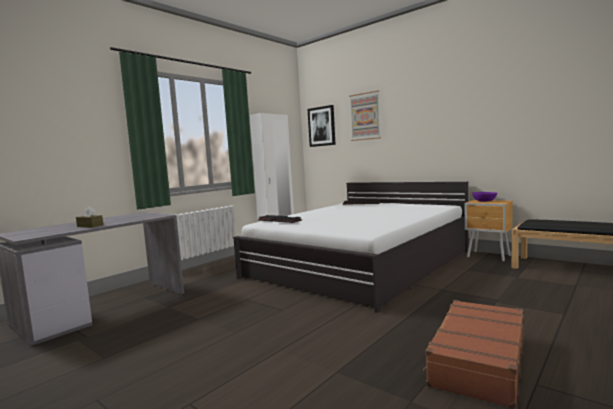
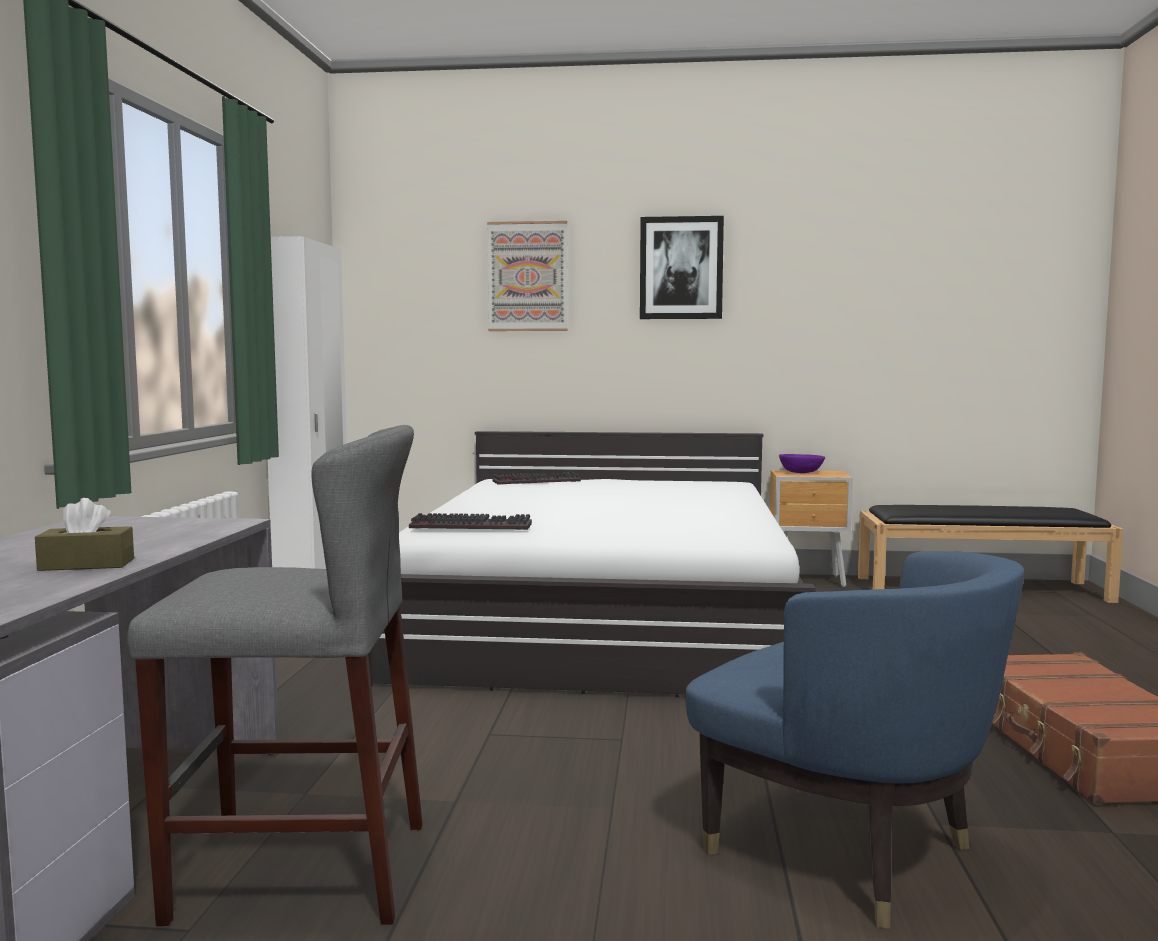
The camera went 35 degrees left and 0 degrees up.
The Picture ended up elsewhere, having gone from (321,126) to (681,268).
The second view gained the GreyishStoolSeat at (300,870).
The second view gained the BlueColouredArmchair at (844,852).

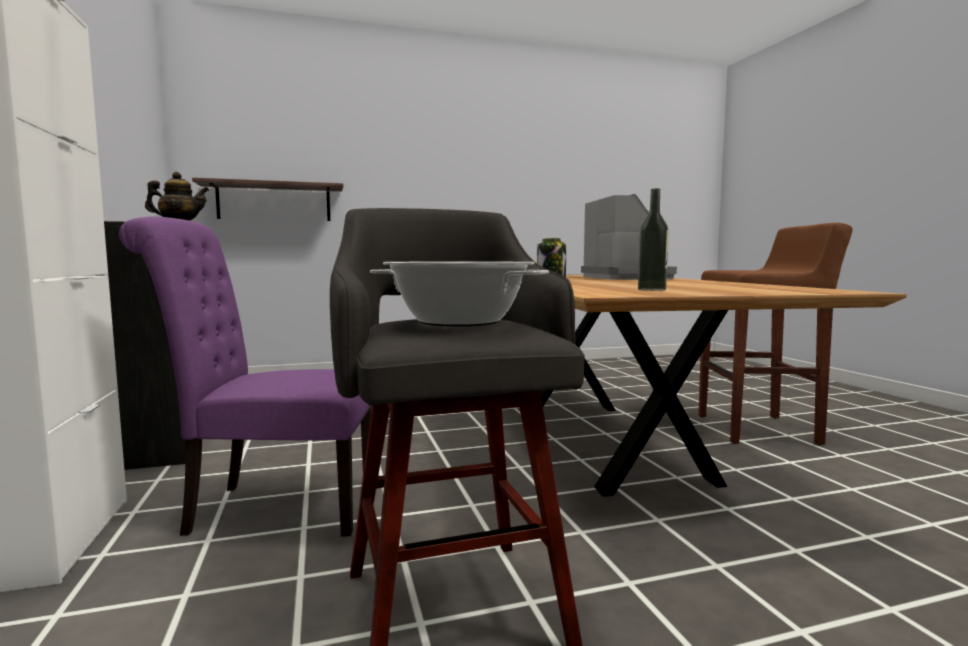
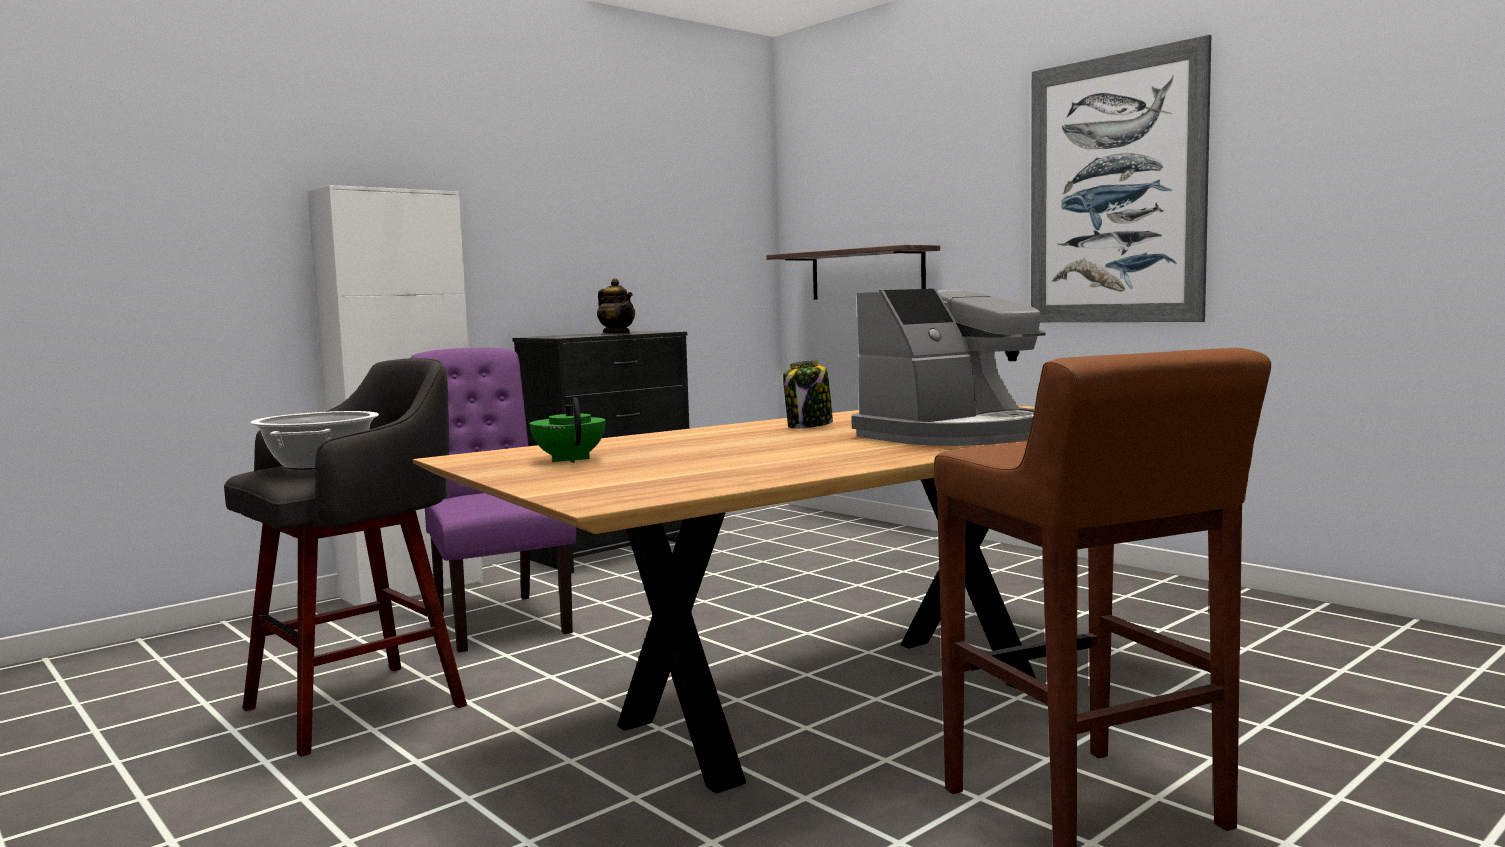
The camera went 65 degrees right and 0 degrees up.
Where the DrinkBottle stood at (651,289), the GreenColouredTeaPot came to stand at (570,460).
The second view gained the Picture at (1115,190).

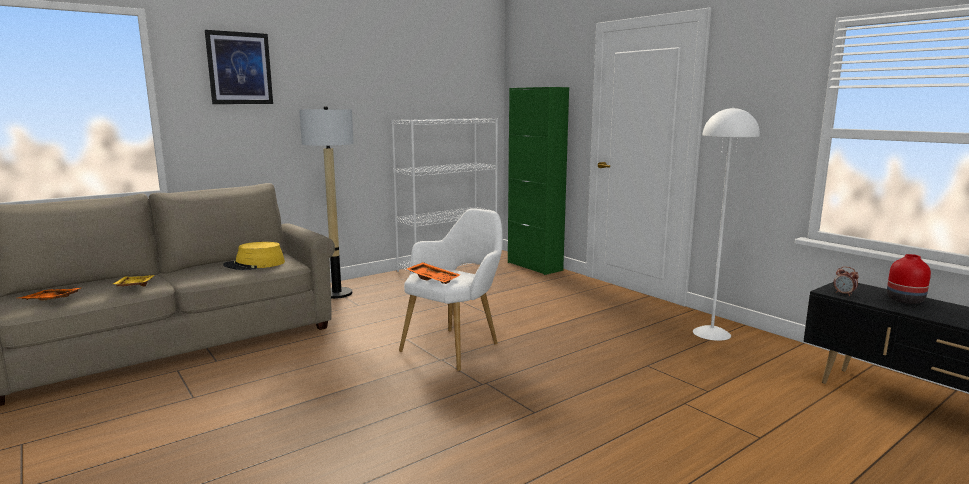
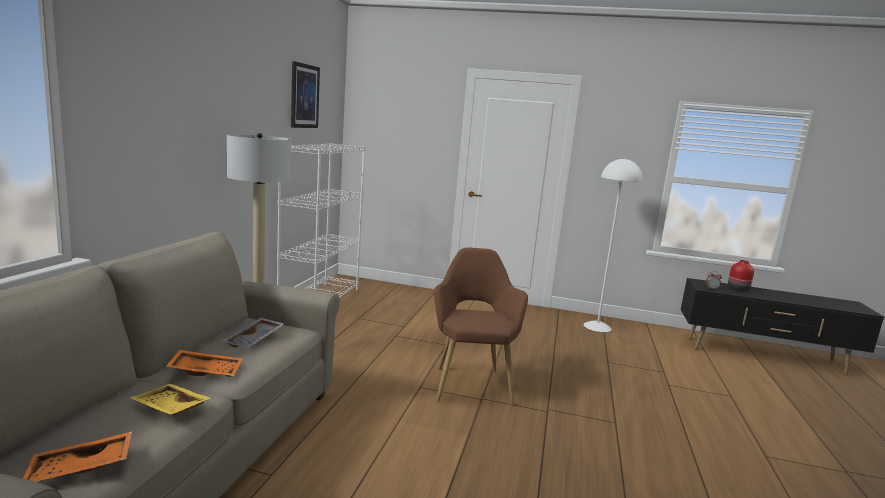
The camera went 40 degrees left and 0 degrees up.
The Picture ended up elsewhere, having gone from (239,68) to (304,96).
The second view lost the GreenColouredStorageCabinet at (534,266).
What was the WhitishArmchair at (456,346) turned into the BrownArmchair at (470,382).
Where the YellowColouredWearableHat stood at (255,264), the GreyishServingTray came to stand at (255,340).
The OrangeyServingTray ended up elsewhere, having gone from (433,278) to (206,370).

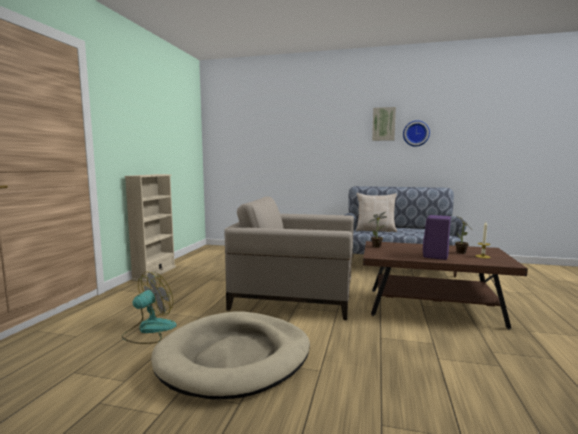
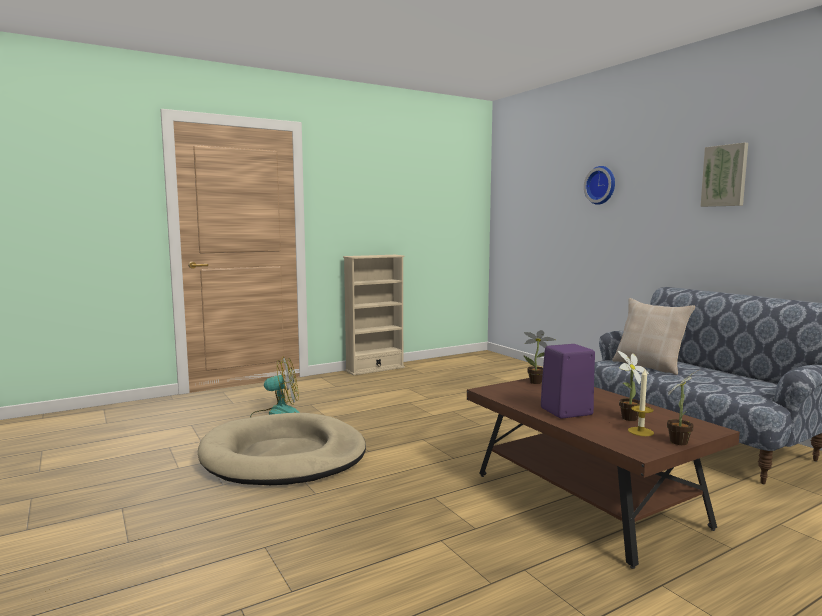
The camera went 45 degrees right and 0 degrees up.
The ClockOnTheWall ended up elsewhere, having gone from (416,133) to (601,185).
The second view lost the SandColouredArmchair at (295,295).
The second view gained the PottedPlant at (680,441).

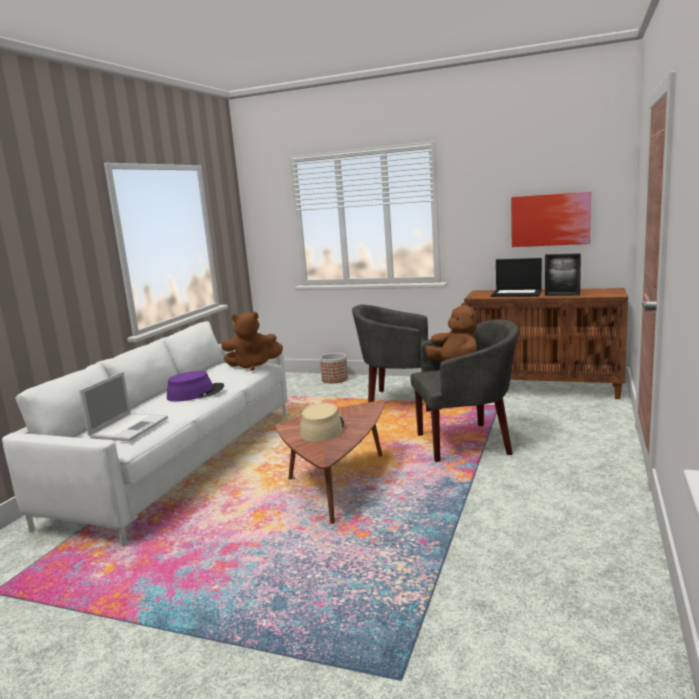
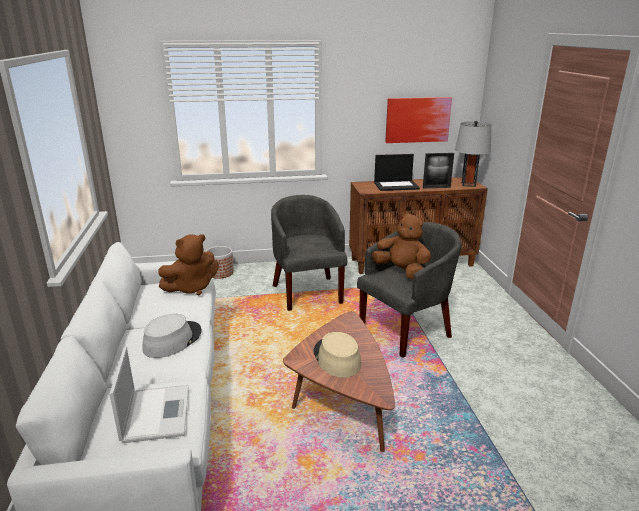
The camera went 30 degrees left and 10 degrees up.
The GreyishArmchair at (399,401) ended up facing another way, 90 degrees clockwise from before.
What was the PurpleColouredWearableHat at (196,393) turned into the GreyishWearableHat at (172,340).
The second view gained the GreyishLampForATable at (468,184).

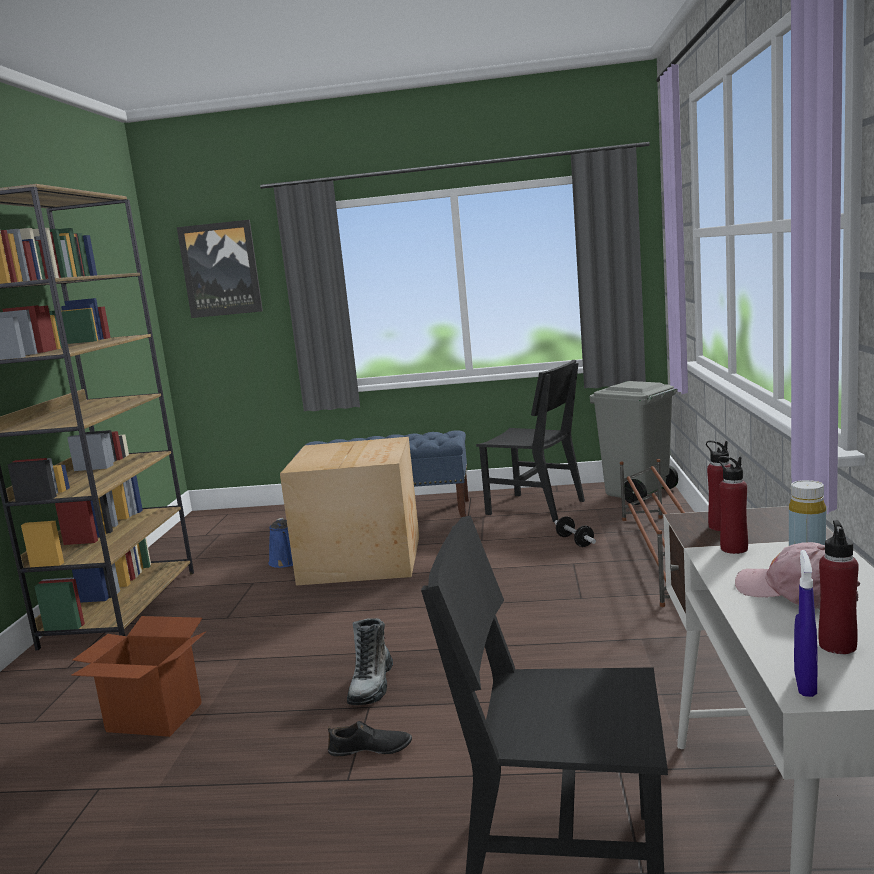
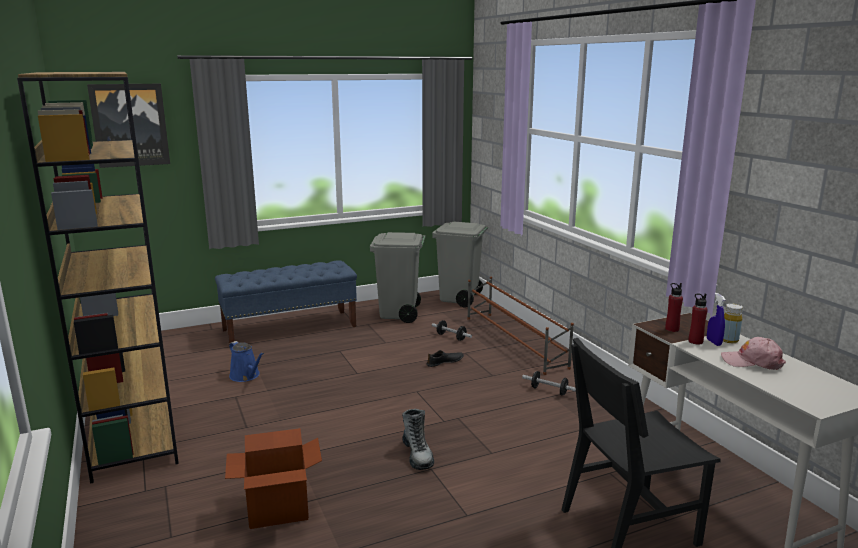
The camera went 30 degrees left and 5 degrees up.
Where the BlackColouredPlainChair stood at (535,507), the GreyishWasteBin came to stand at (399,314).
The second view lost the CardboardBox at (363,558).
The second view lost the RedColouredDrinkBottle at (837,645).
The BlueColouredHandSprayer ended up elsewhere, having gone from (805,685) to (713,342).
The BlackColouredShoe ended up elsewhere, having gone from (370,749) to (445,362).
The second view gained the HandWeight at (549,391).

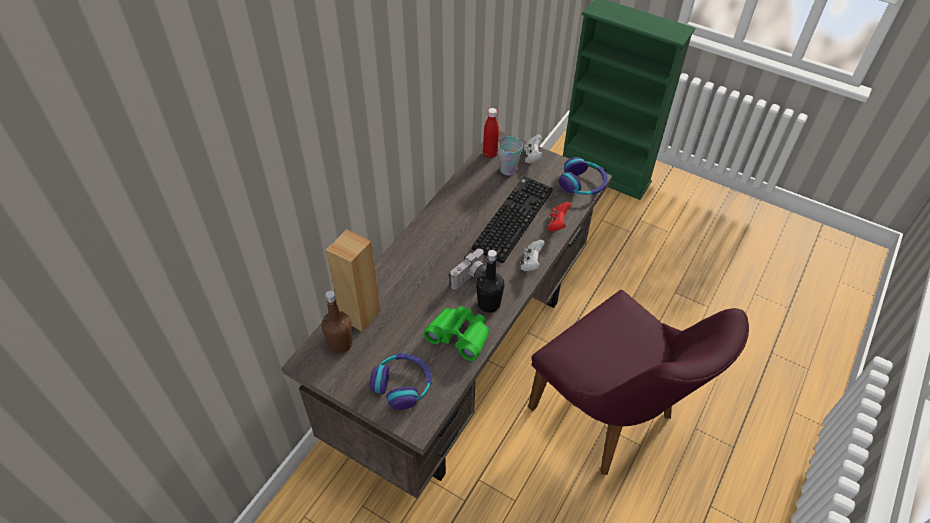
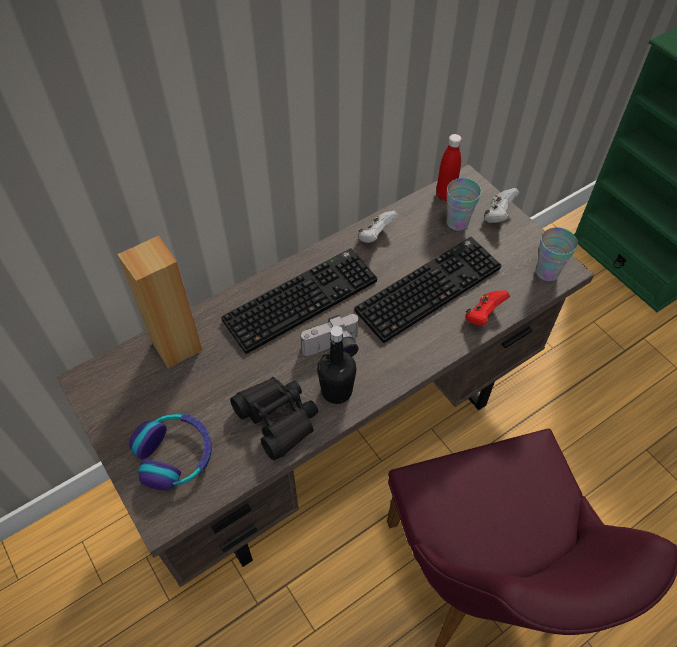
The camera went 25 degrees right and 5 degrees up.
Where the Headset stood at (582,183), the SmallCup came to stand at (547,272).
The WhitishGameController ended up elsewhere, having gone from (531,263) to (376,235).
The second view lost the BrownDrinkBottle at (340,344).
What was the GreenColouredBinoculars at (460,335) turned into the BlackColouredBinoculars at (278,419).
The second view gained the PcKeyboard at (301,298).

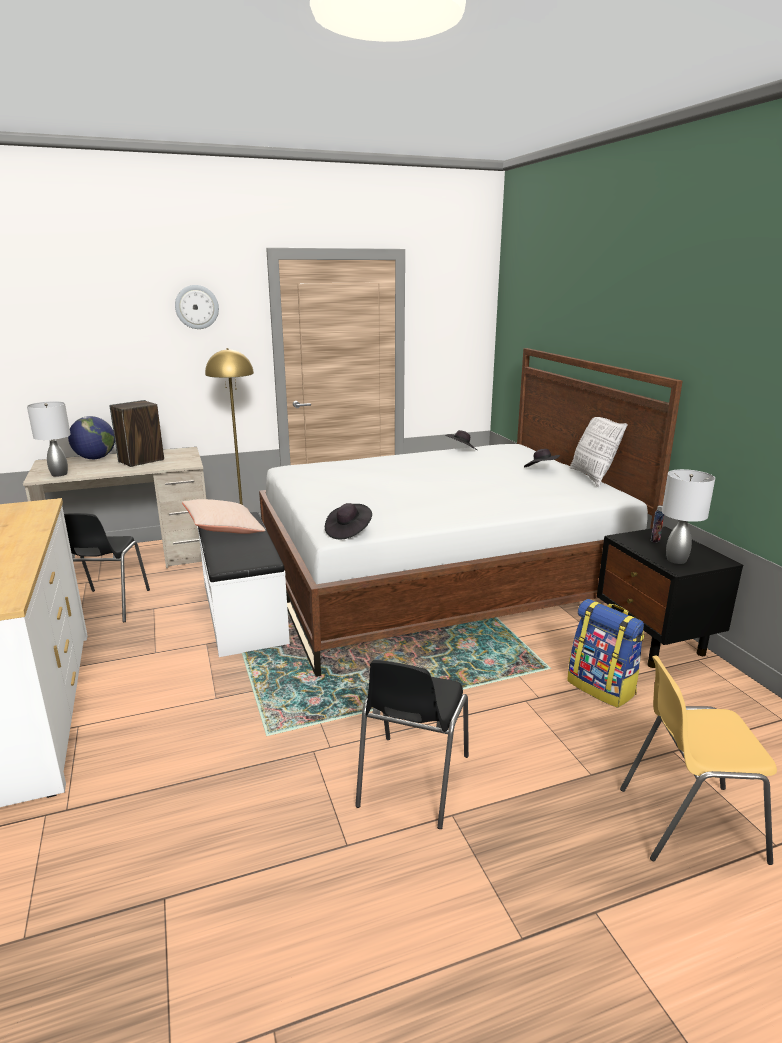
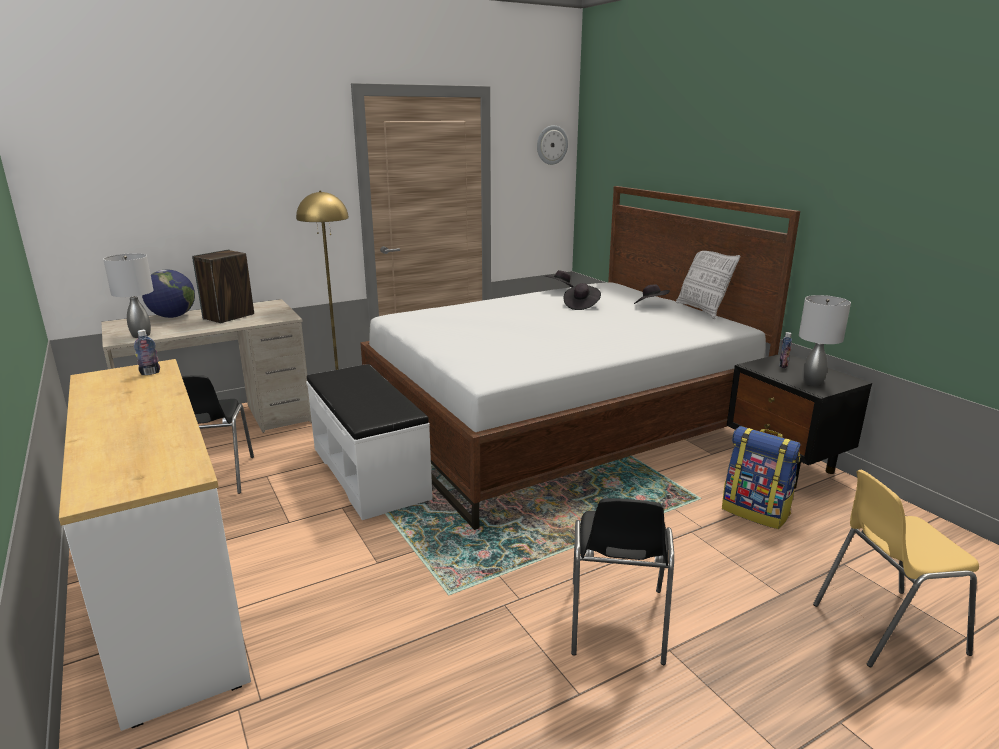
The camera went 10 degrees left and 0 degrees up.
The ClockOnTheWall ended up elsewhere, having gone from (197,307) to (551,145).
The second view lost the SandColouredThrowPillow at (224,529).
The BlackColouredWearableHat ended up elsewhere, having gone from (348,531) to (581,305).
The second view gained the DrinkBottle at (150,373).

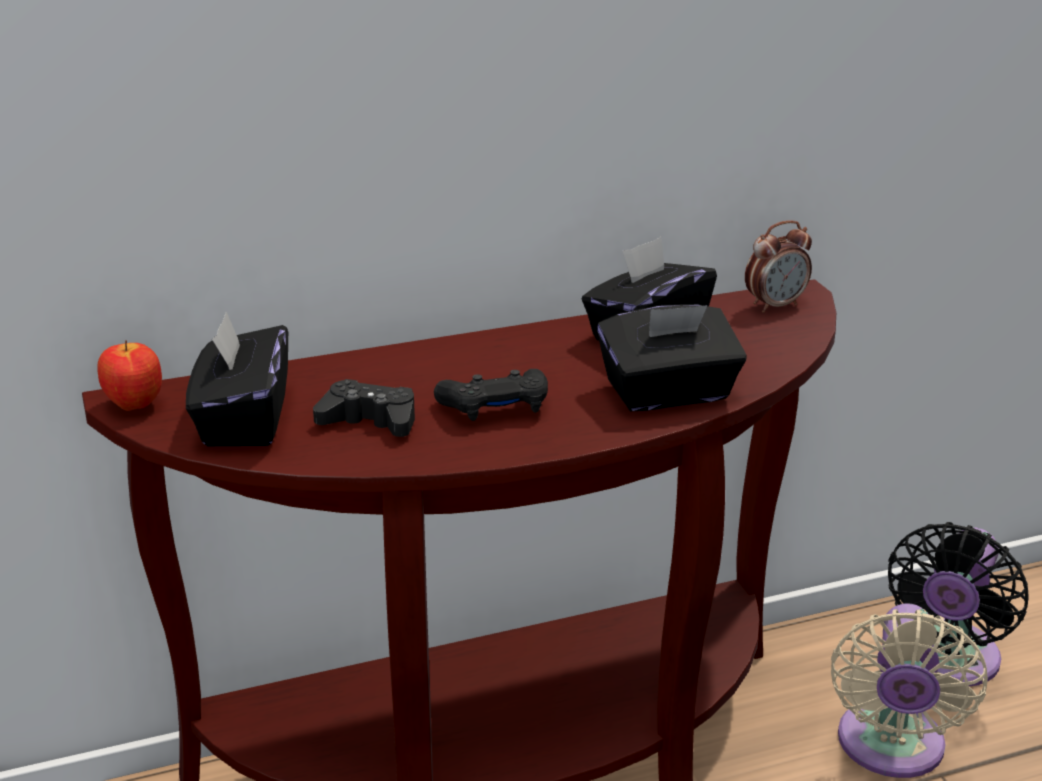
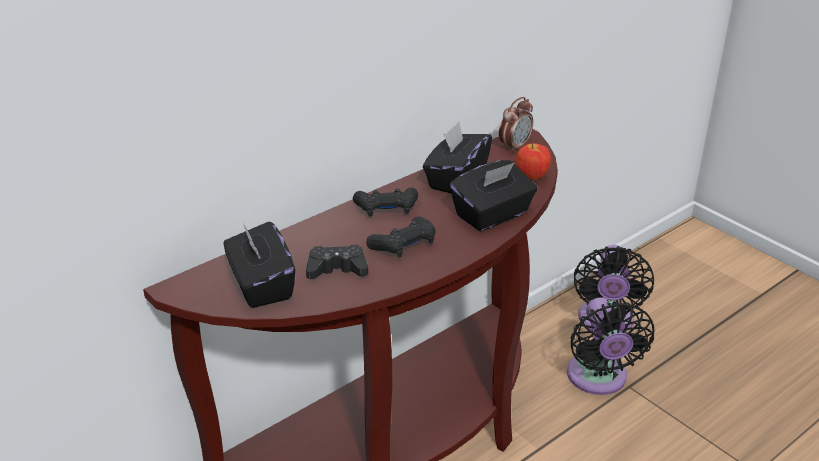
The camera went 20 degrees left and 5 degrees up.
The AppleFruit ended up elsewhere, having gone from (133,405) to (531,177).
What was the SandColouredFan at (890,749) turned into the BlackColouredFan at (598,379).
The second view gained the BlackColouredGameController at (386,209).

